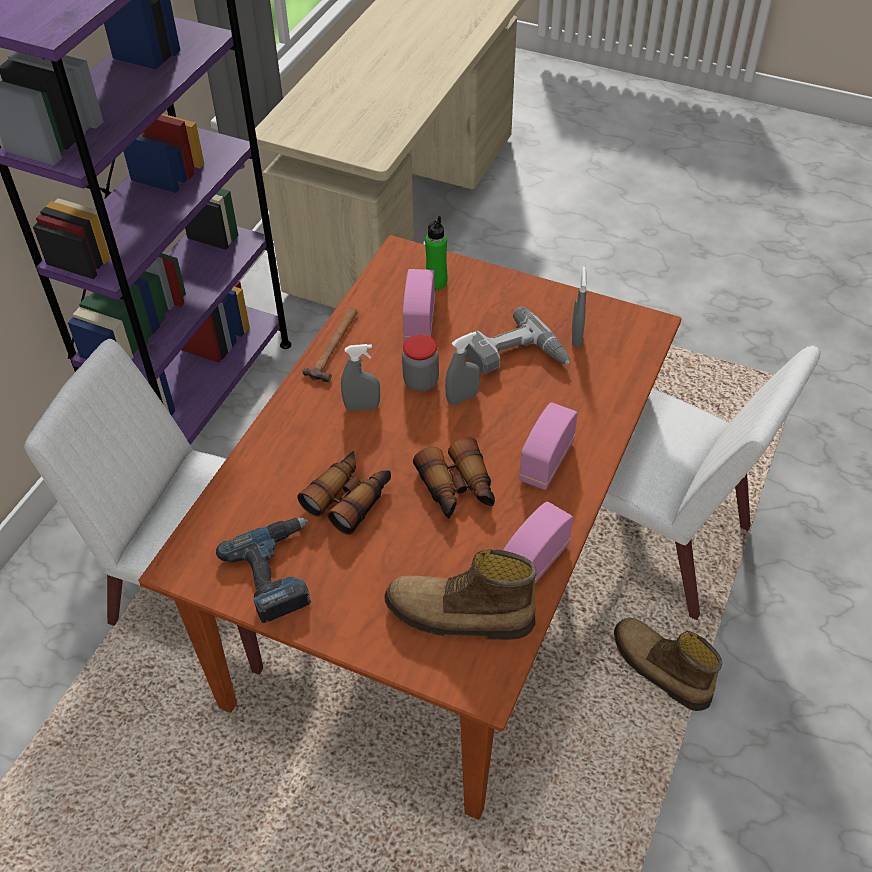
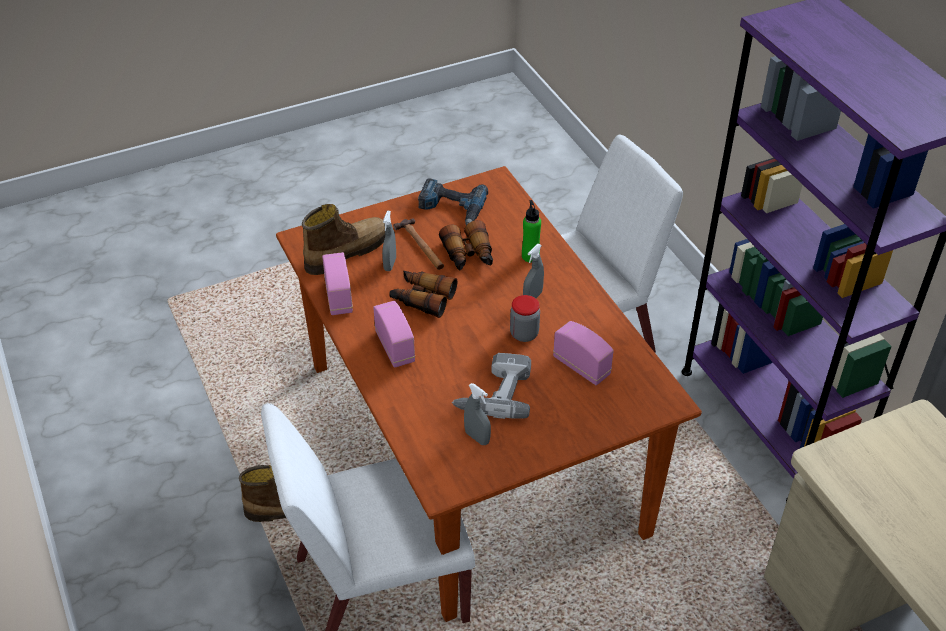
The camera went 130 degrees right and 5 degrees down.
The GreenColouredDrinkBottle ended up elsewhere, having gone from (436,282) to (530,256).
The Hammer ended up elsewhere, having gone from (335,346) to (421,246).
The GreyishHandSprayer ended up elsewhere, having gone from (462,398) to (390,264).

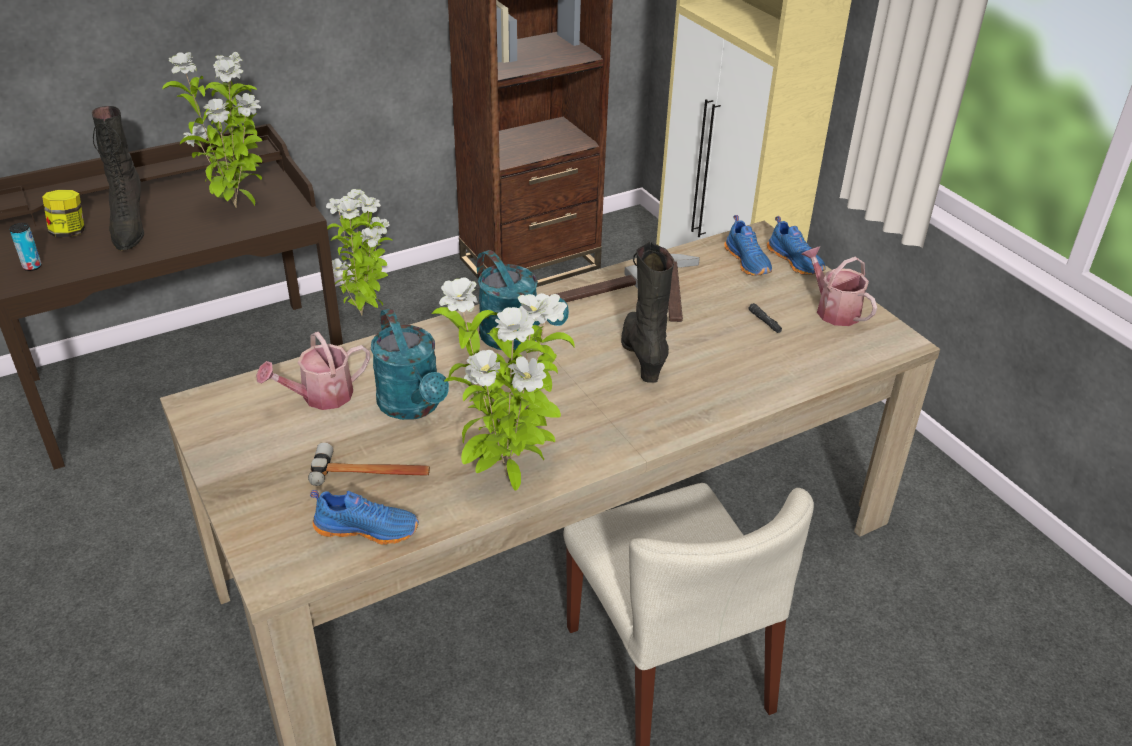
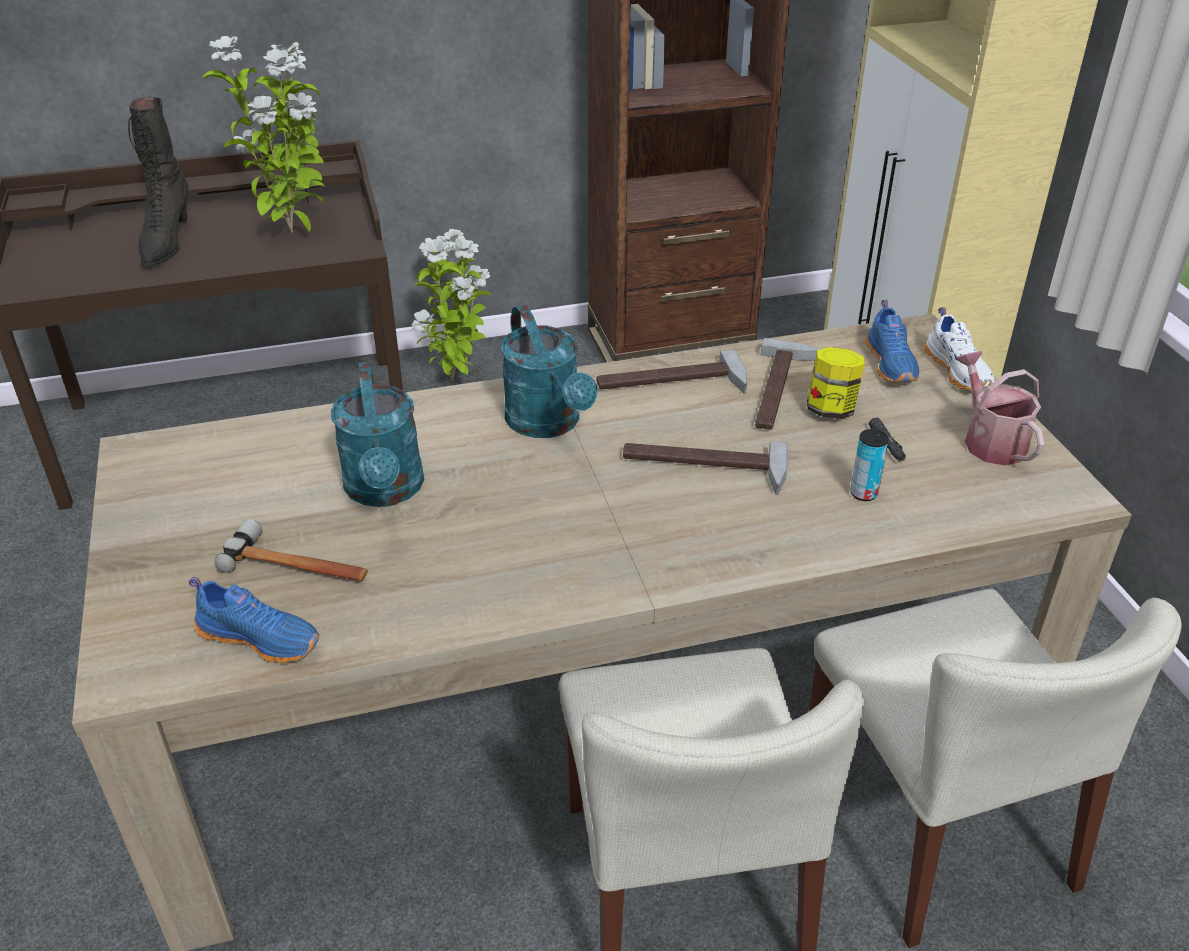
The camera went 15 degrees right and 0 degrees up.
The Jar ended up elsewhere, having gone from (69,232) to (831,409).
What was the BlueColouredShoe at (796,261) turned into the WhitishShoe at (959,371).
The MetalCan ended up elsewhere, having gone from (32,266) to (863,493).
Where the BlackColouredTallBoot stood at (643,356), the Hammer came to stand at (703,467).
The second view lost the PottedPlant at (508,478).
The second view lost the WateringPot at (320,397).
The second view gained the SandColouredPlainChair at (937,825).

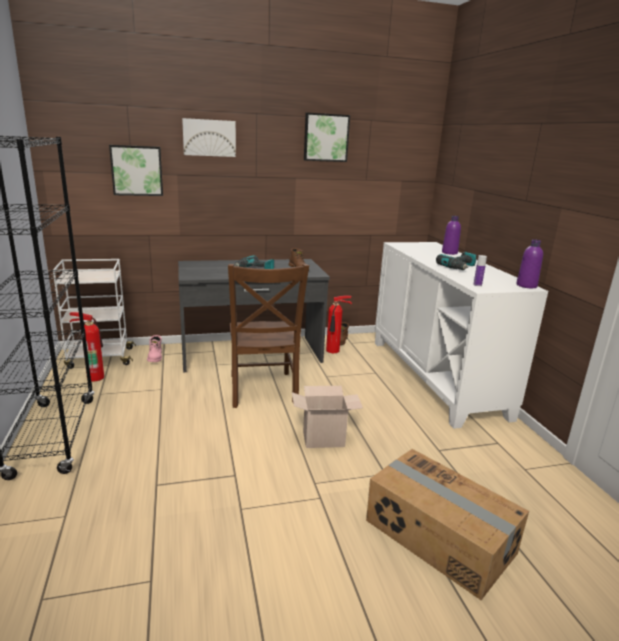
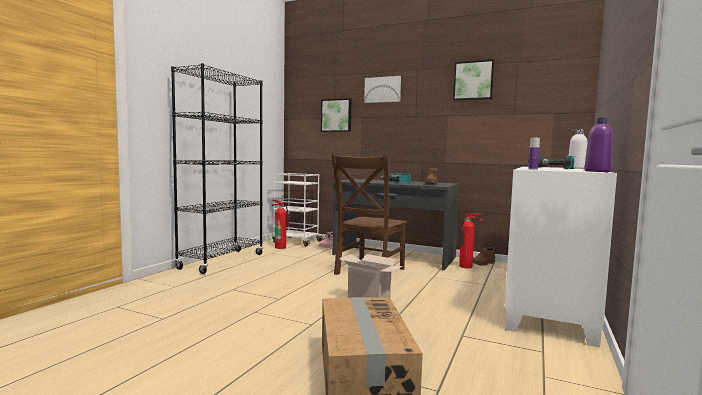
The camera went 40 degrees right and 15 degrees down.
What was the PurpleColouredDrinkBottle at (449,253) turned into the WhitishDrinkBottle at (576,168).

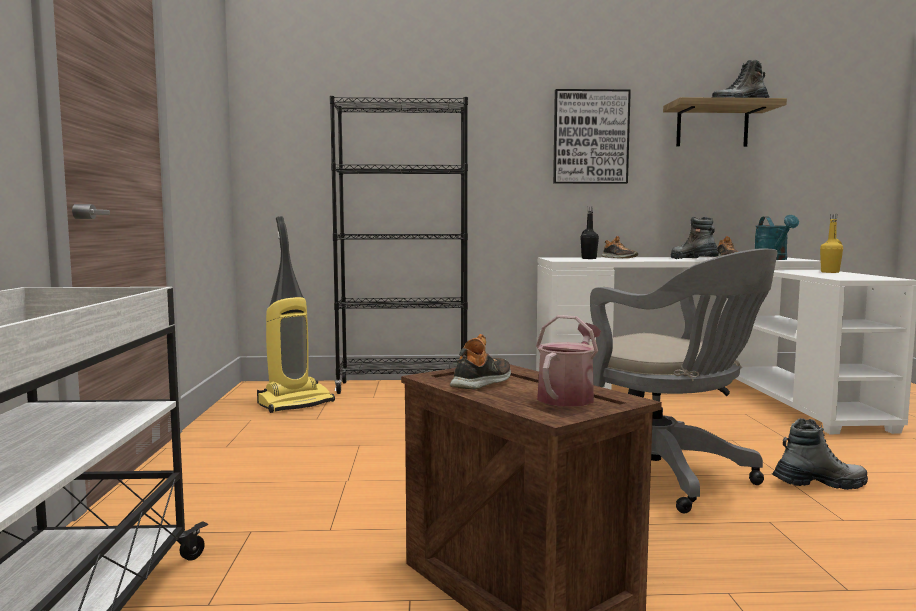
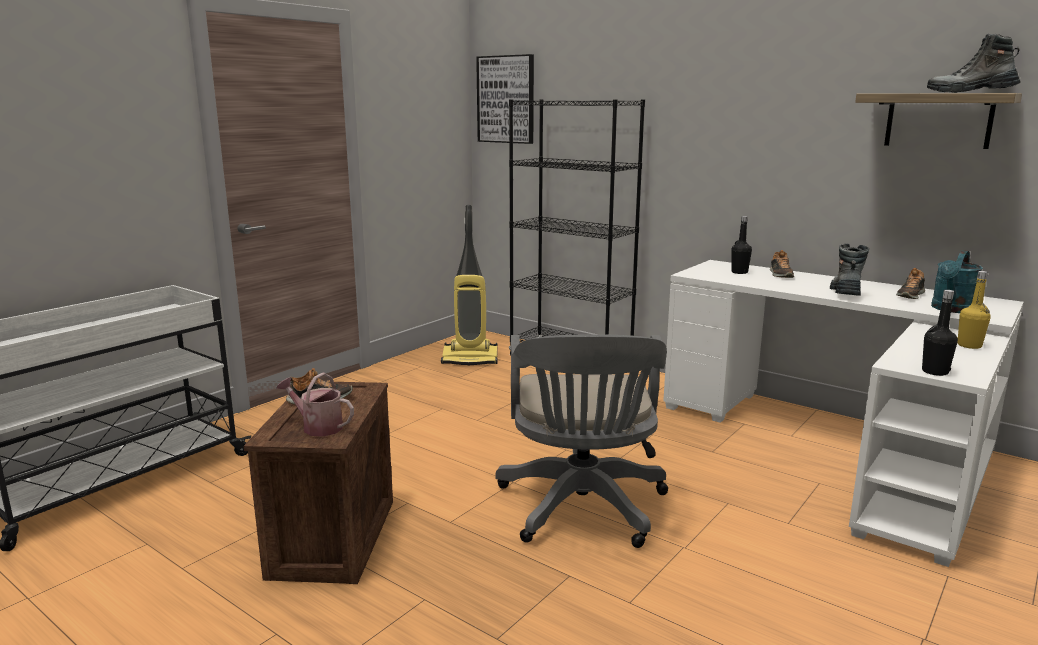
The camera went 40 degrees right and 10 degrees up.
The Picture ended up elsewhere, having gone from (590,137) to (506,99).
The WateringPot at (569,396) ended up facing another way, 135 degrees counterclockwise from before.
The second view lost the TallBoot at (819,484).
The second view gained the BlackColouredDrinkBottle at (935,372).

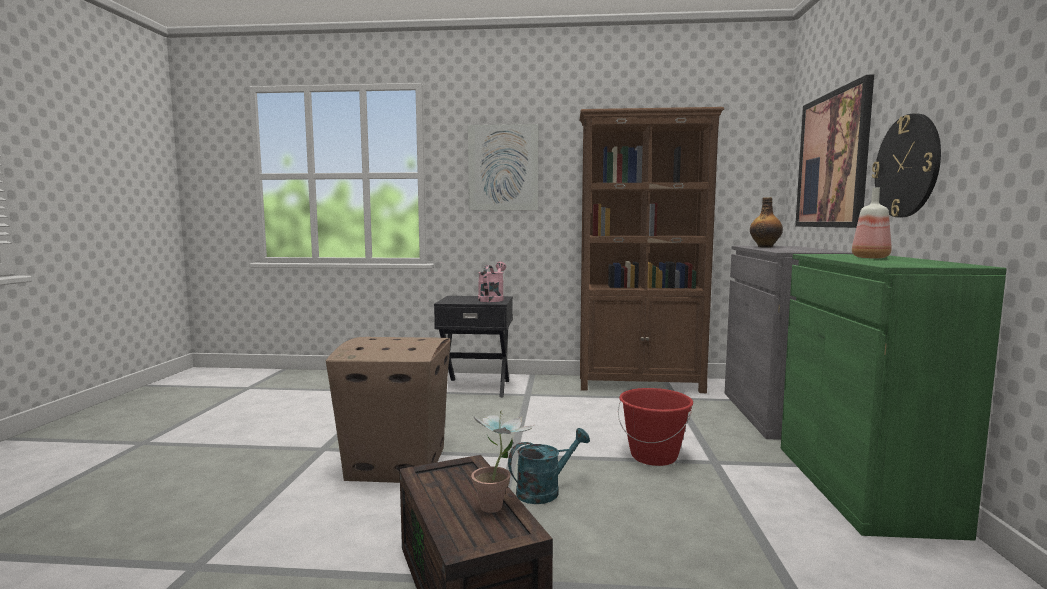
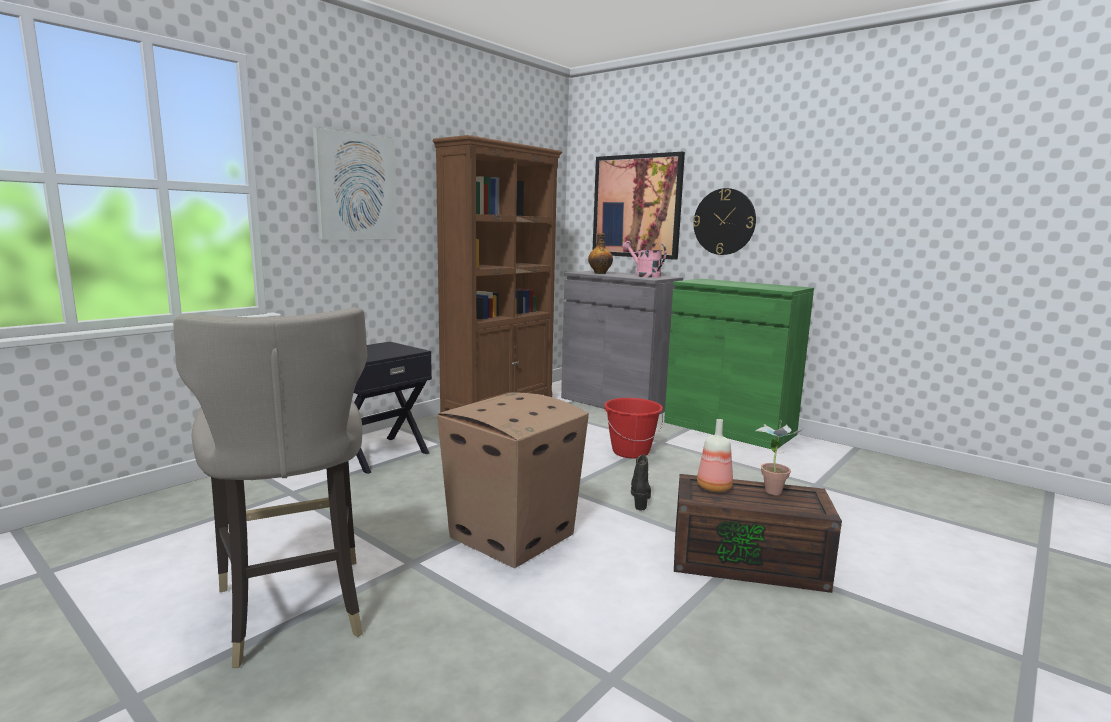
The camera went 55 degrees left and 5 degrees up.
The DrinkBottle ended up elsewhere, having gone from (871,258) to (715,488).
The PinkColouredWateringPot ended up elsewhere, having gone from (492,299) to (644,276).
Where the TurquoiseWateringPot stood at (545,491), the BlackColouredTallBoot came to stand at (640,498).
The second view gained the GreyishStoolSeat at (294,610).

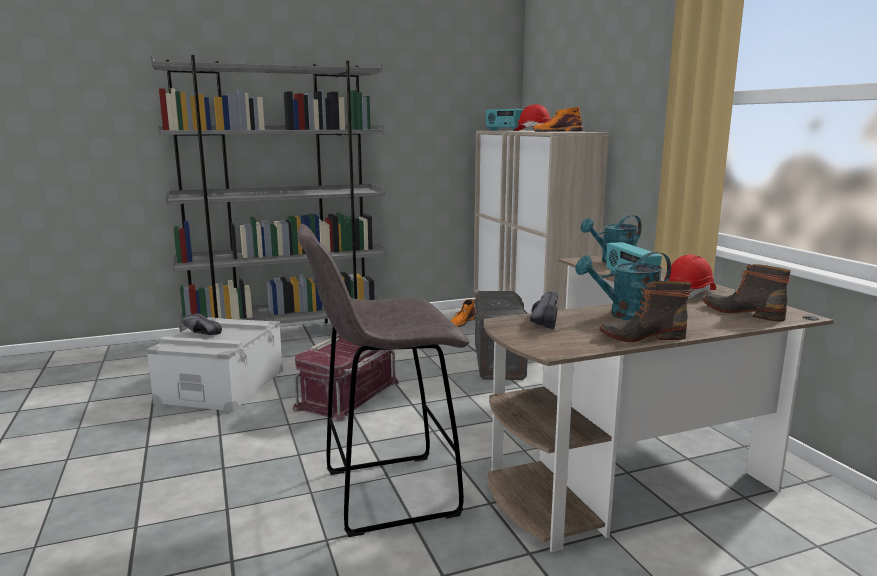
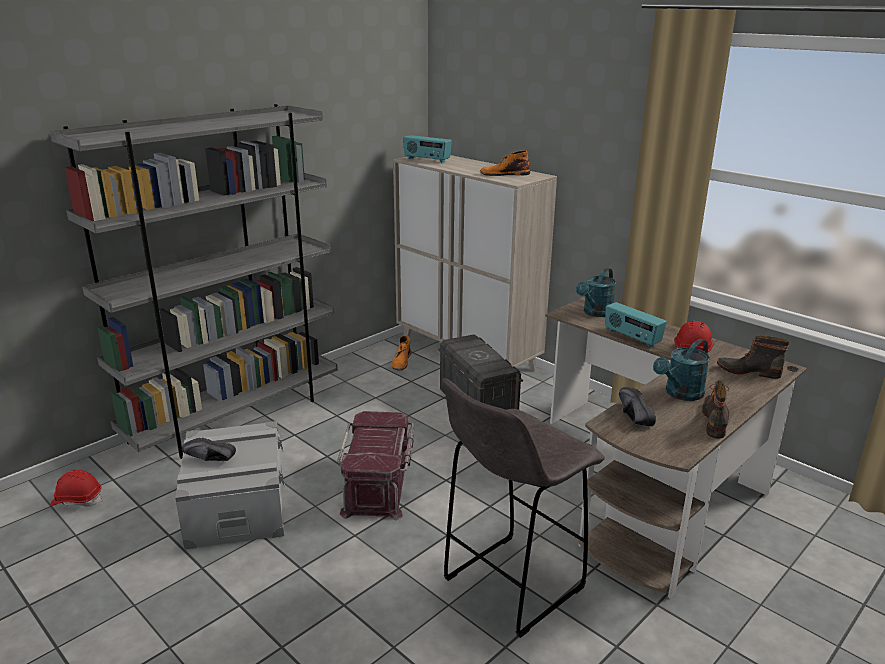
The camera went 25 degrees left and 10 degrees up.
The RedColouredSafetyHelmet ended up elsewhere, having gone from (532,131) to (77,500).
The TallBoot at (641,336) ended up facing another way, 135 degrees clockwise from before.

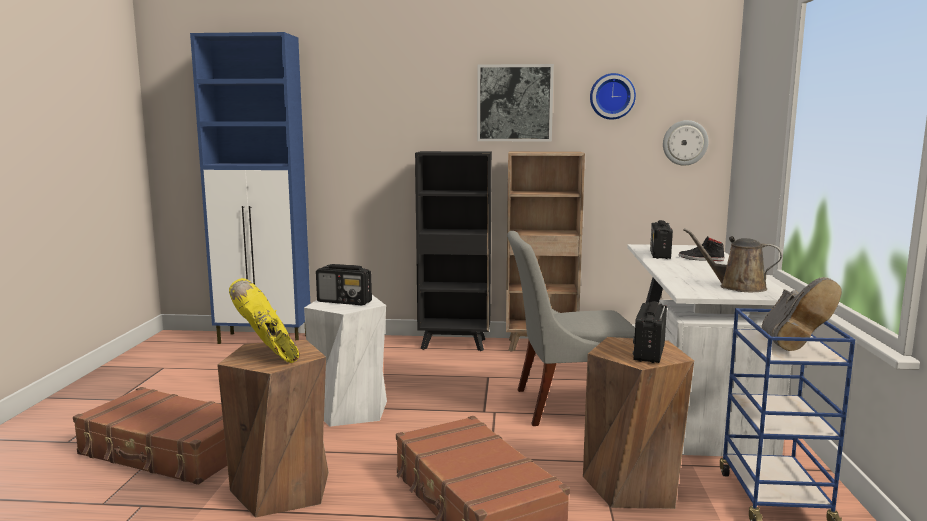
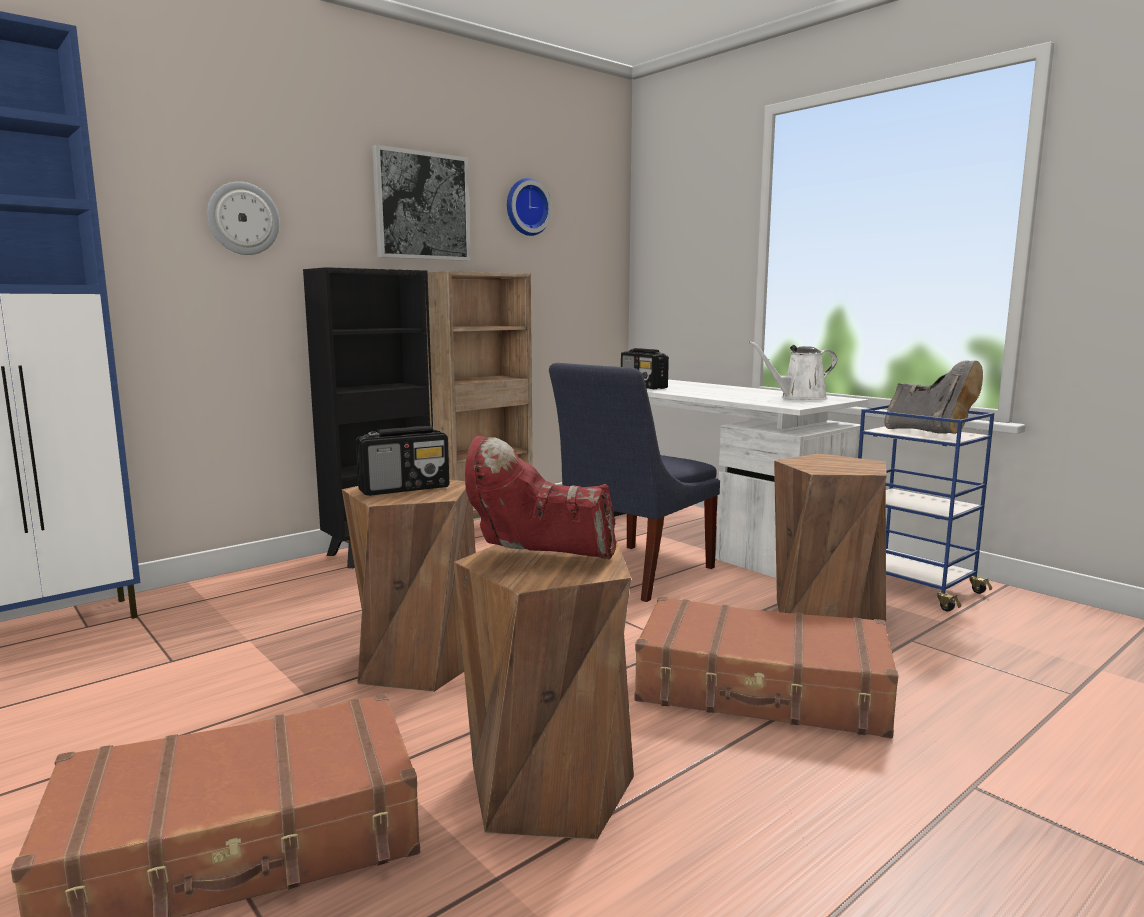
The camera went 45 degrees left and 0 degrees up.
The ClockOnTheWall ended up elsewhere, having gone from (685,142) to (243,218).
What was the BrownWateringPot at (737,287) turned into the WhitishWateringPot at (799,398).
What was the GreyishPlainChair at (567,405) turned into the BlueColouredPlainChair at (631,573).
The second view lost the BlackColouredShoe at (701,259).
What was the YellowColouredTallBoot at (269,353) turned into the RedColouredTallBoot at (539,560).
What was the WhitishStoolSeat at (350,410) turned into the BrownStoolSeat at (416,663).
The second view lost the RadioReceiver at (649,352).

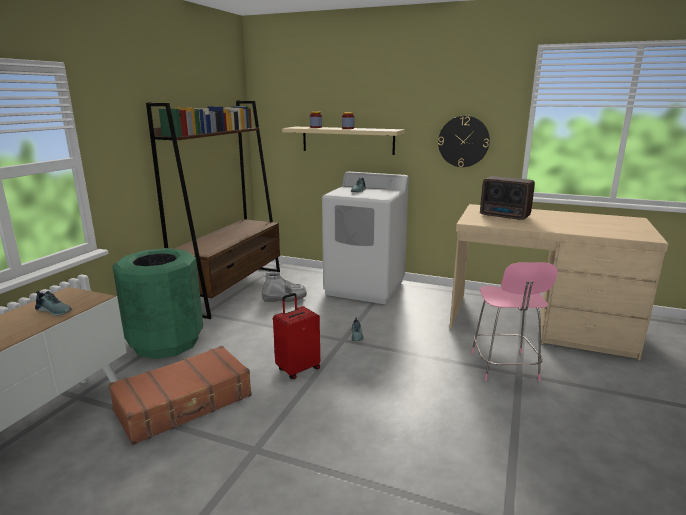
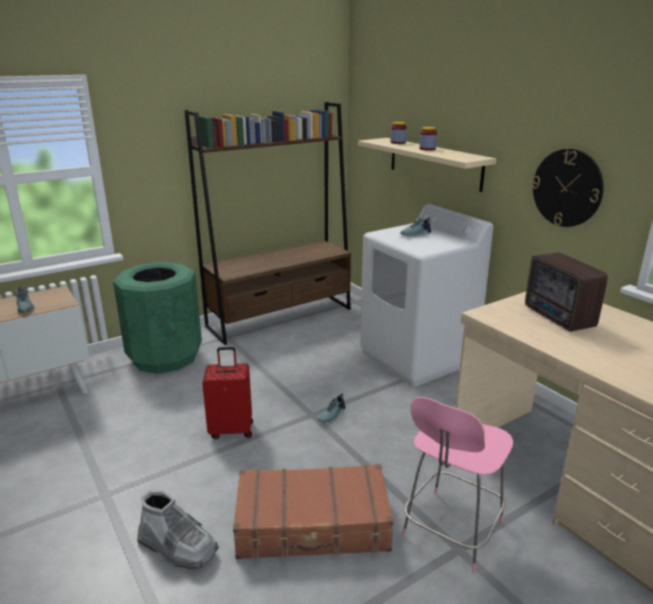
The camera went 35 degrees right and 5 degrees up.
The GreyishTallBoot ended up elsewhere, having gone from (285,298) to (178,547).
The BrownSuitcase ended up elsewhere, having gone from (185,404) to (313,525).

